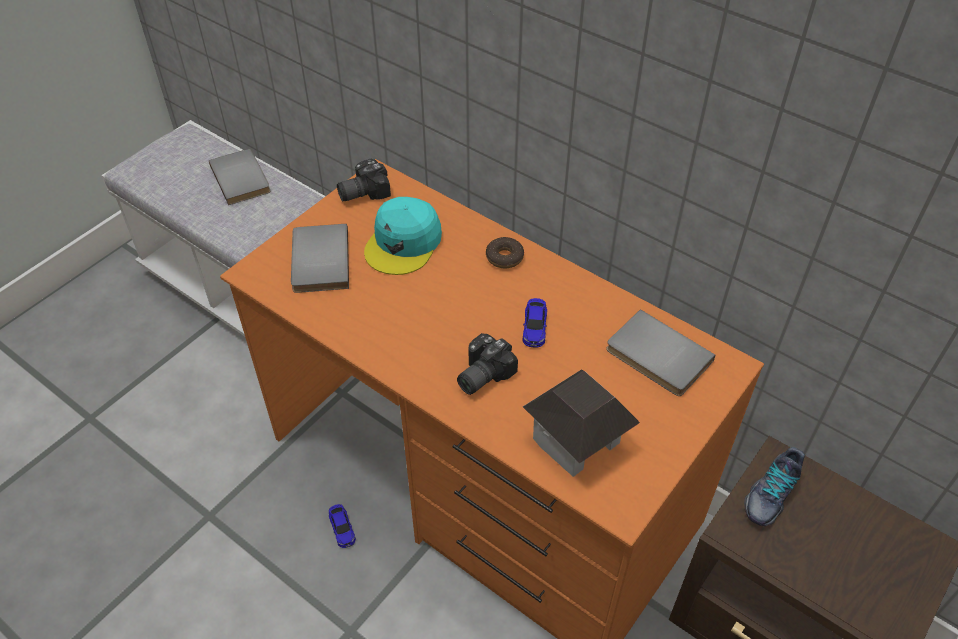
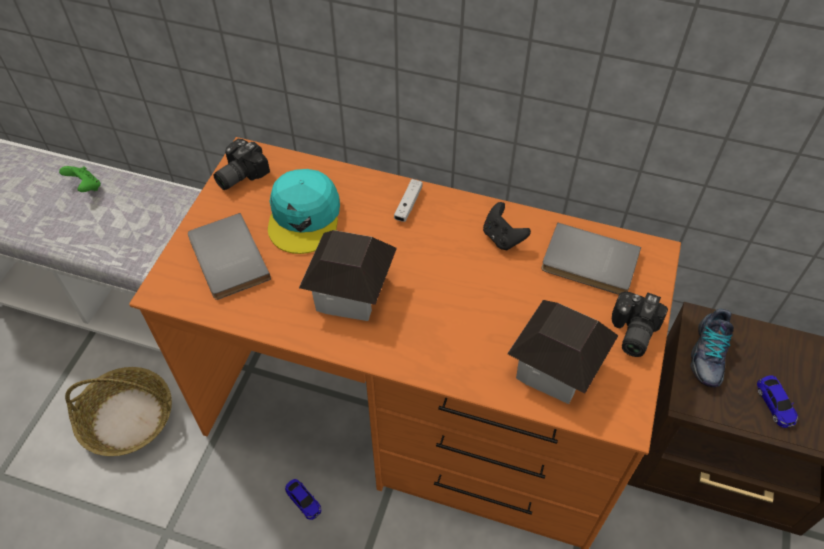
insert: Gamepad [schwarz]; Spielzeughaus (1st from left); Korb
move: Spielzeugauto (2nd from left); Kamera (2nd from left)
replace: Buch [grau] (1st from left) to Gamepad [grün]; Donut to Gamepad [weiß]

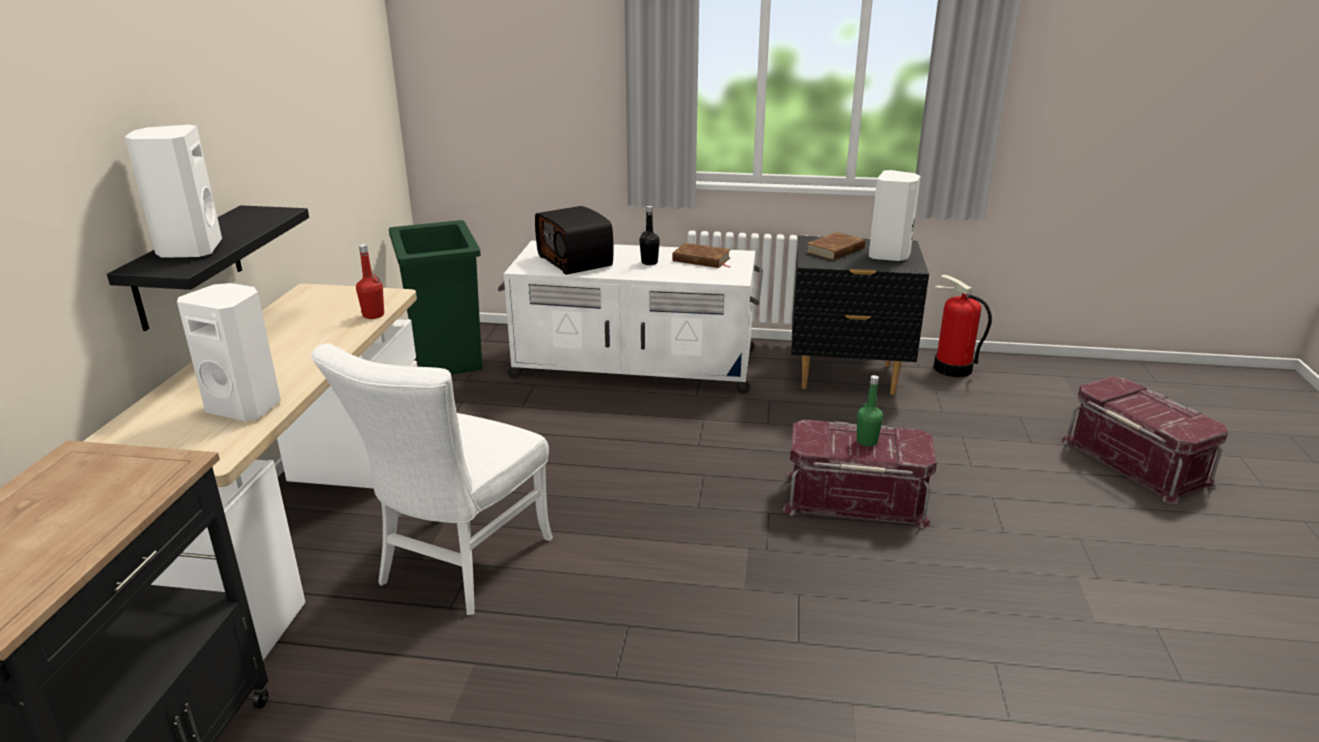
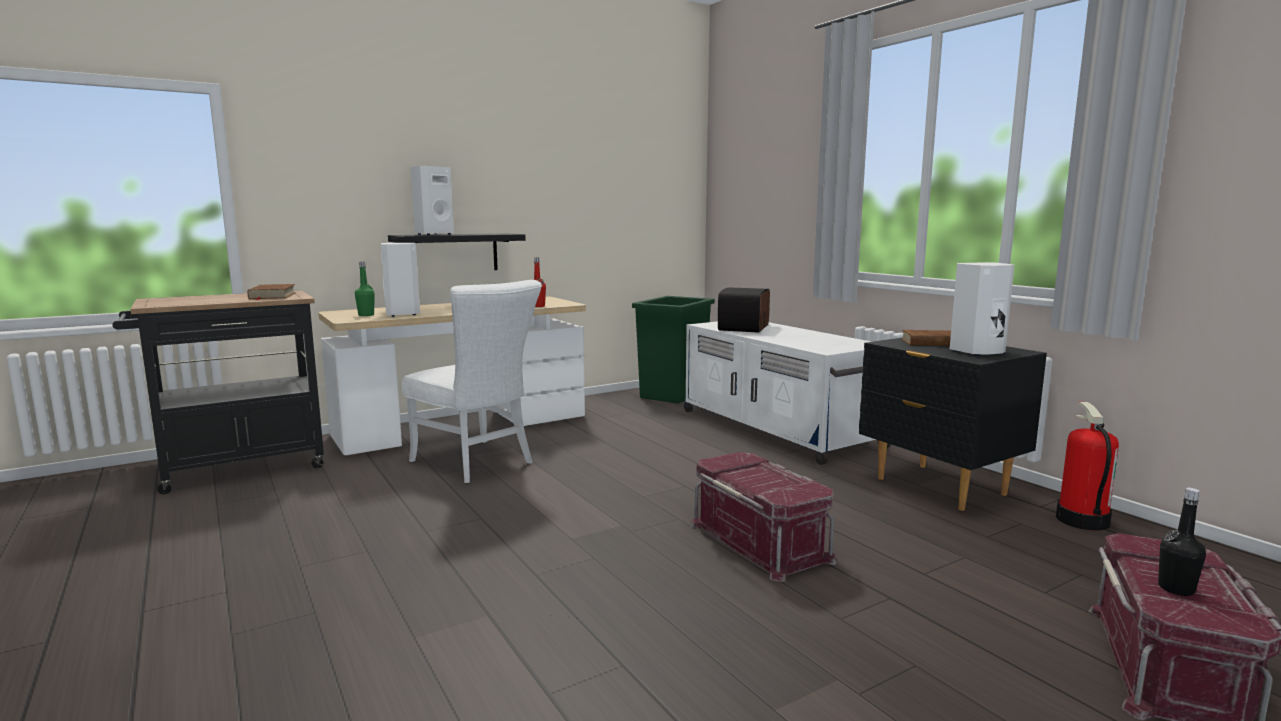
move: Flasche [schwarz]; Buch [braun] (1st from left); Flasche [grün]
rotate: Stuhl [weiß] 120 degrees counterclockwise

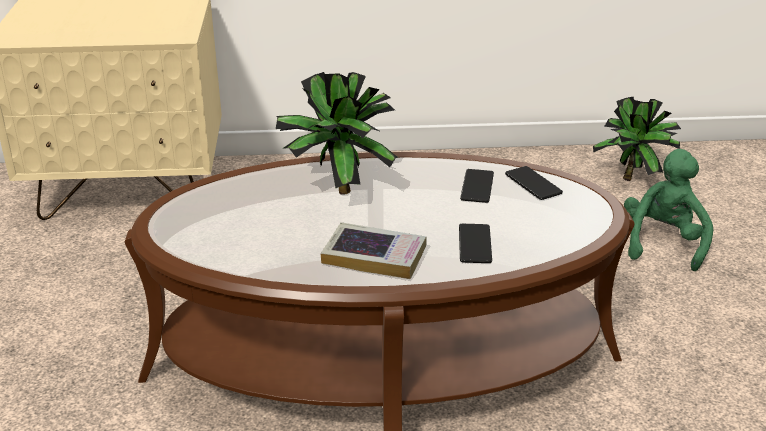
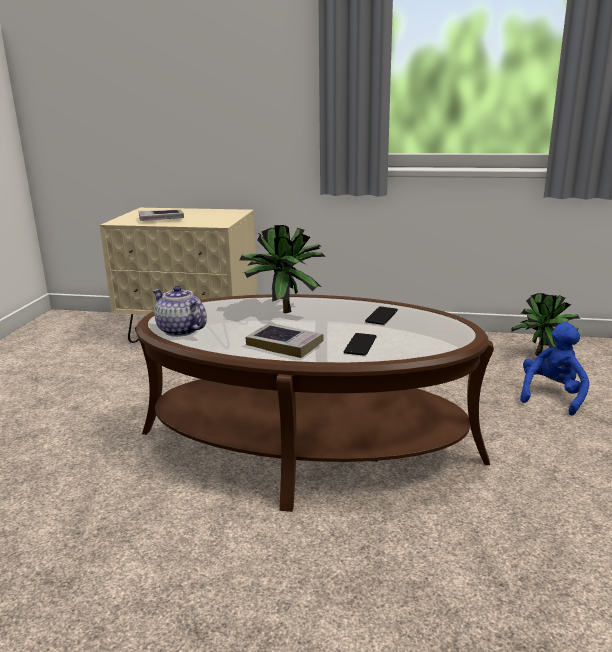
delete: Handy (3rd from left)
insert: Buch (1st from left); Teekanne
recolor: Plüschtier [grün] to Plüschtier [blau]

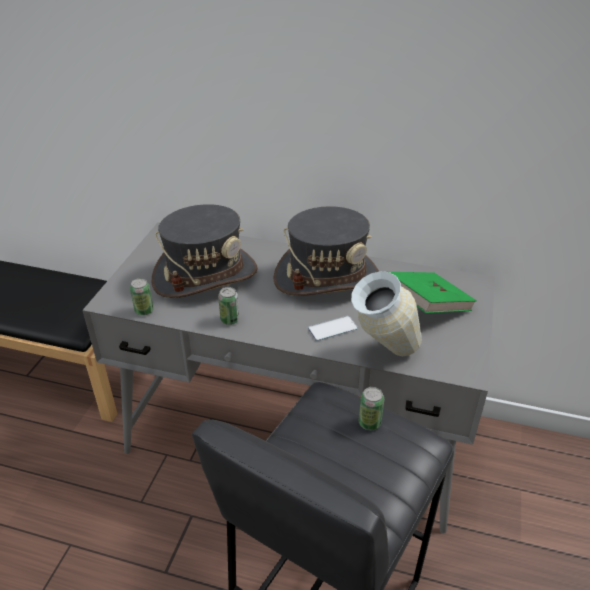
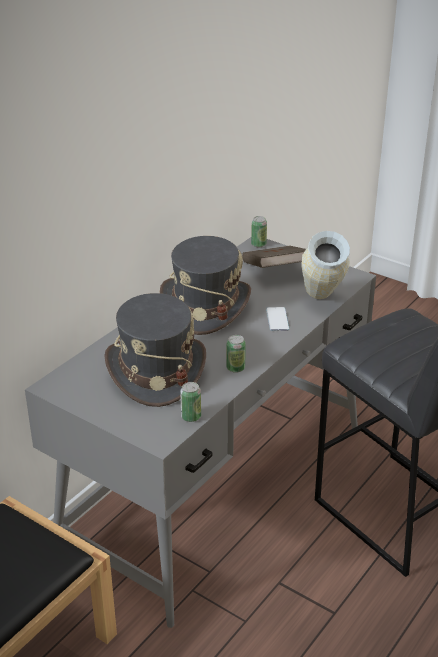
move: Dose (3rd from left)
recolor: Buch [grün] to Buch [braun]

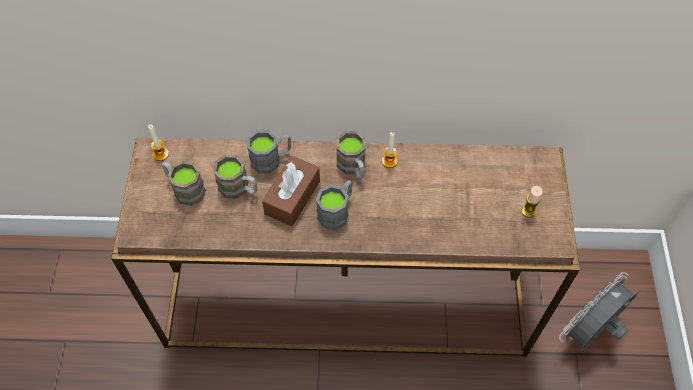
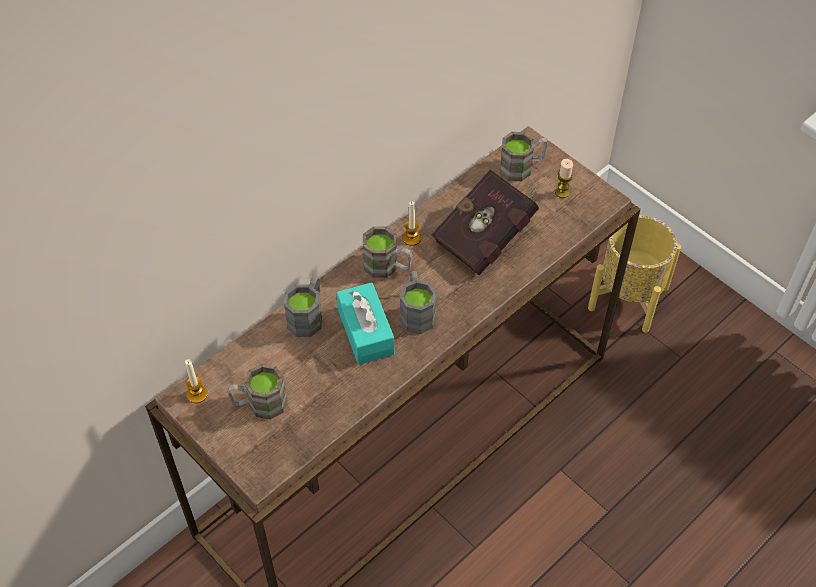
insert: Buch [rot]
move: Henkelbecher [braun] (2nd from left in the first image) to Henkelbecher [braun] (3rd from left)
replace: Ventilator [grau] to Pflanzkübel [gelb]
recolor: Taschentuchbox [braun] to Taschentuchbox [türkis]

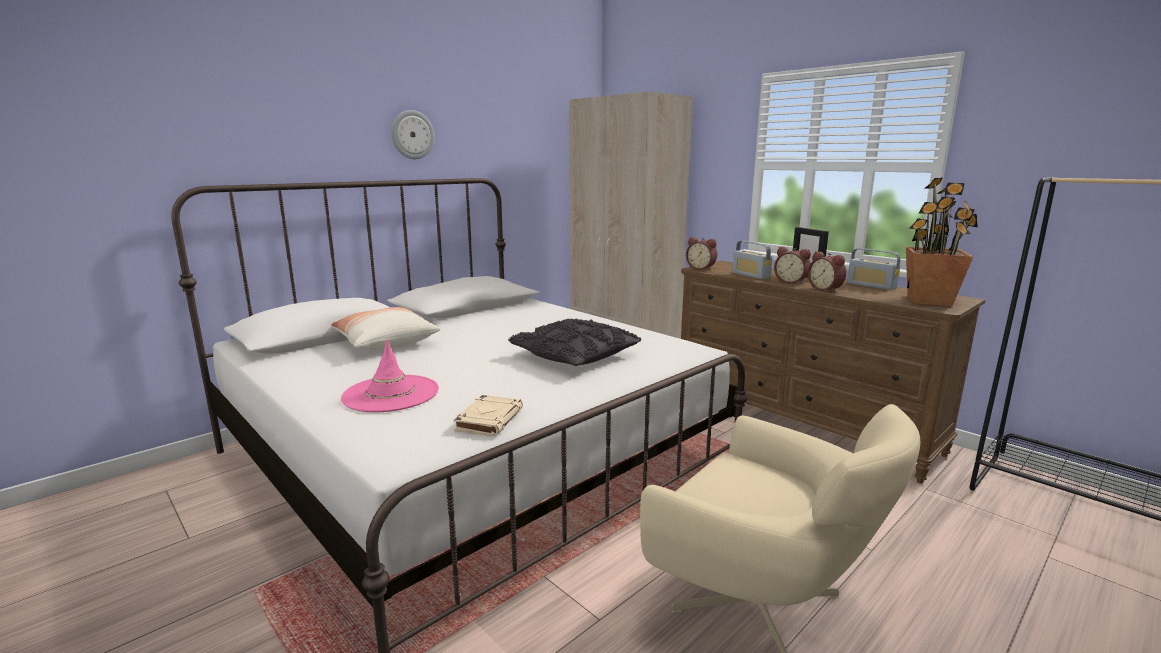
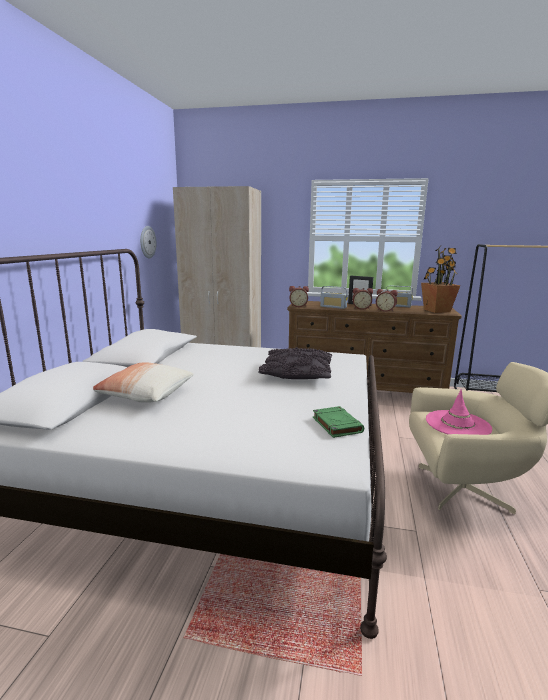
move: Wanduhr; Hut [rosa]
recolor: Buch [beige] to Buch [grün]

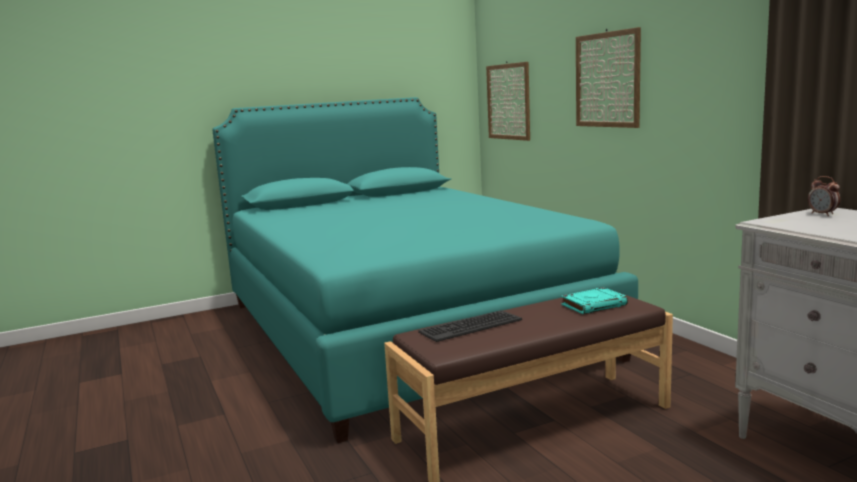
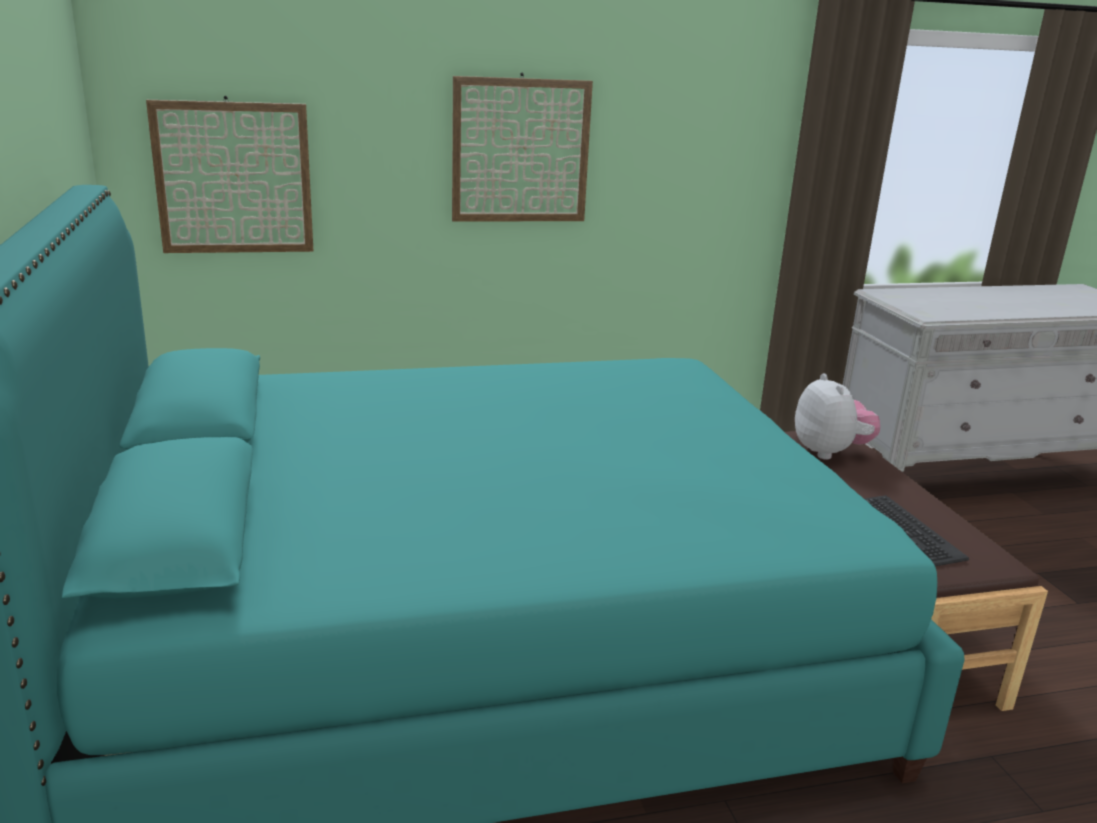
delete: Wecker
replace: Buch [türkis] to Plüschtier

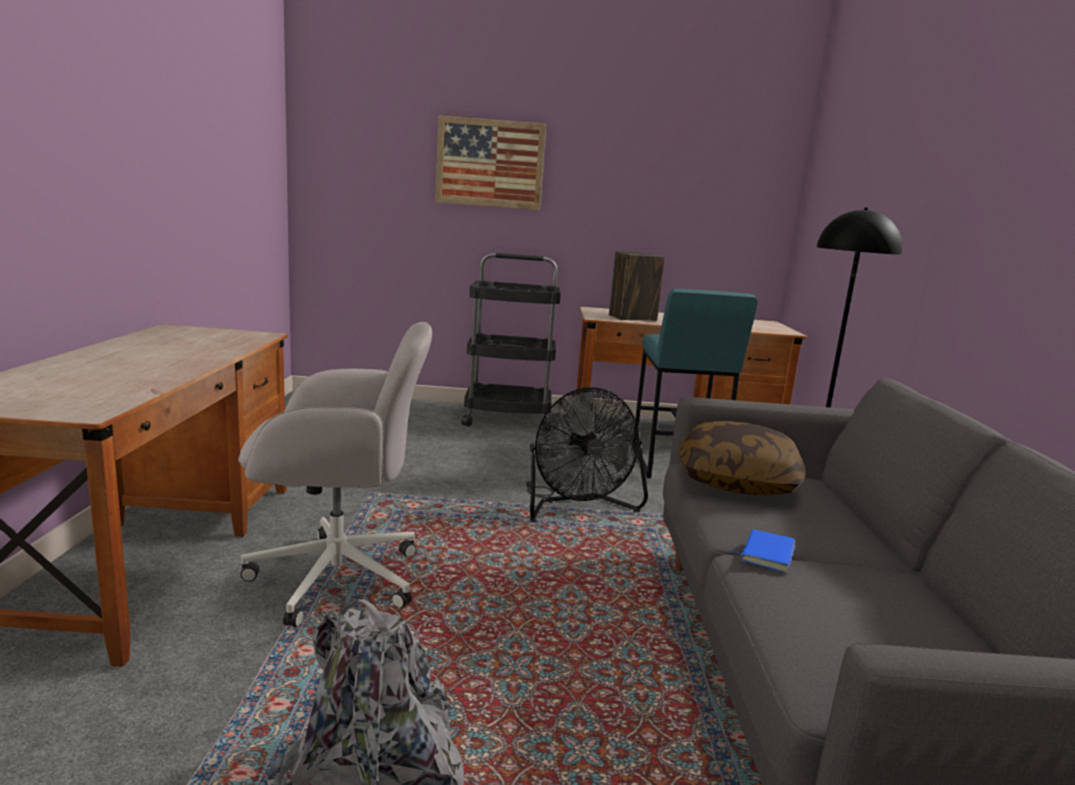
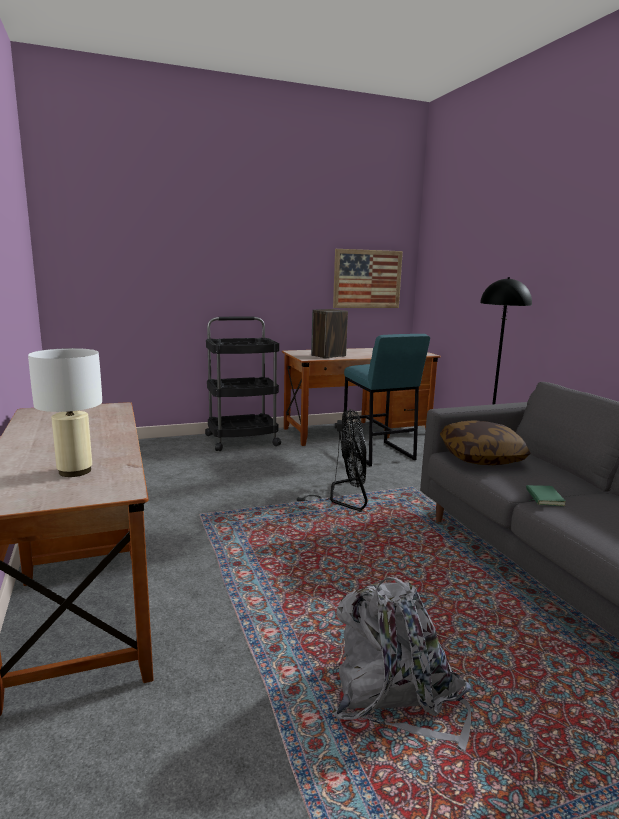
delete: Bürostuhl [grau]
insert: Tischlampe [weiß]
move: Bild
recolor: Buch [blau] to Buch [grün]
rotate: Ventilator [schwarz] 45 degrees counterclockwise

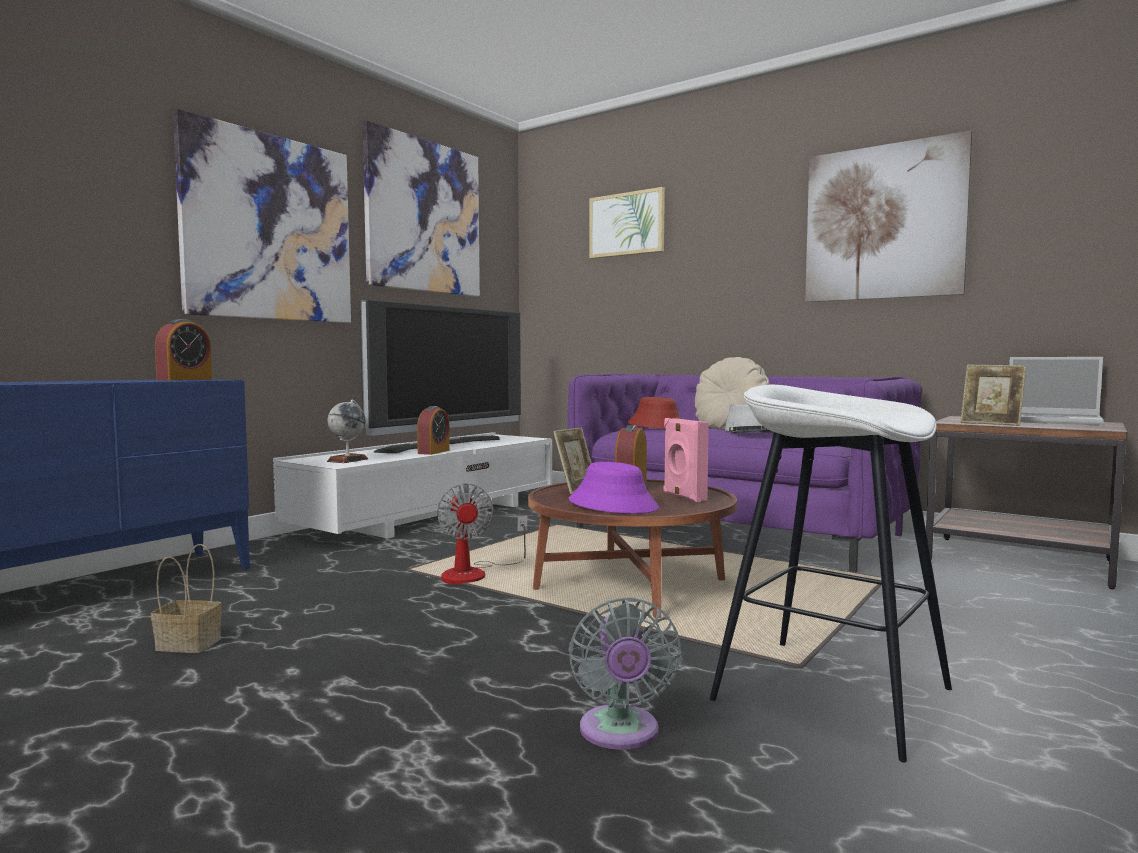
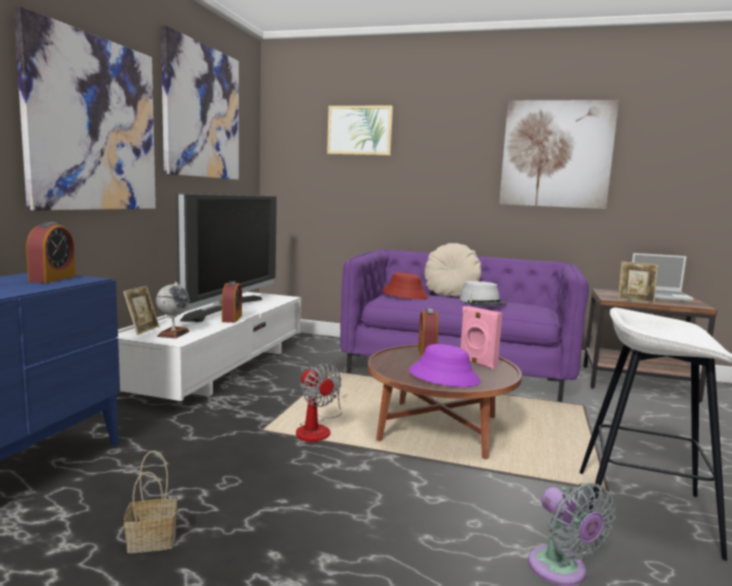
move: Bilderrahmen (1st from left)

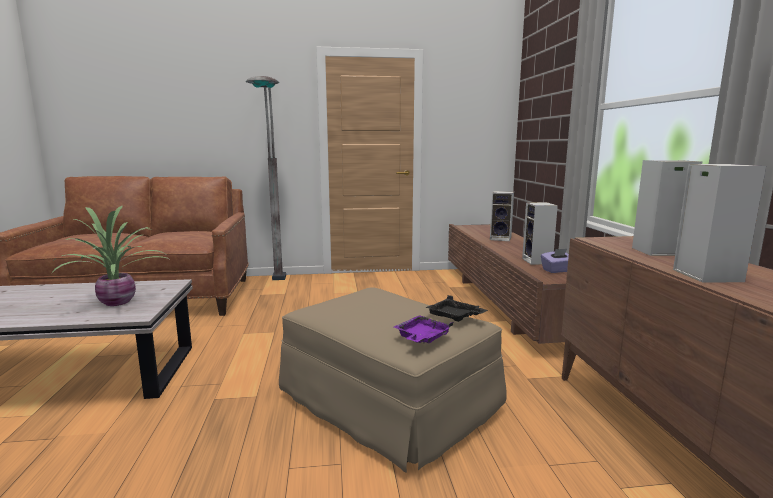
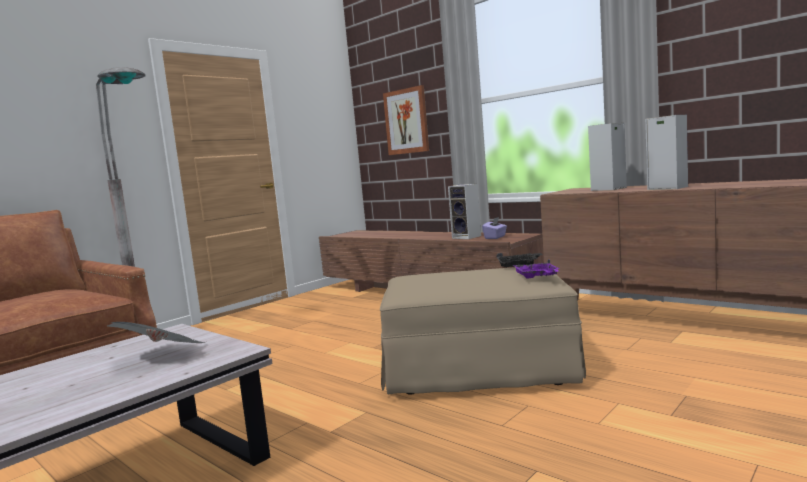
delete: Lautsprecher (1st from left)
insert: Bild
replace: Topfpflanze to Zeitung

